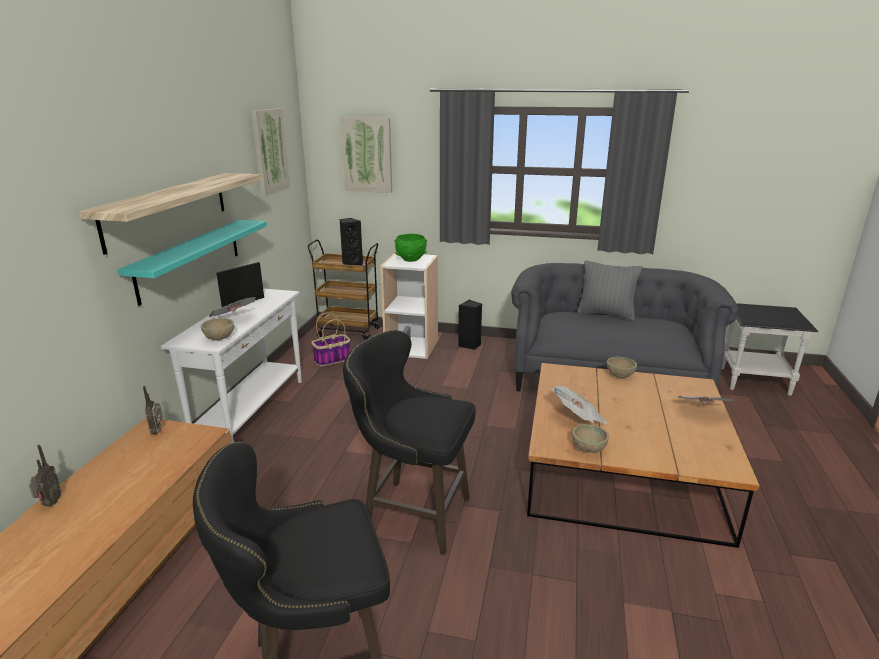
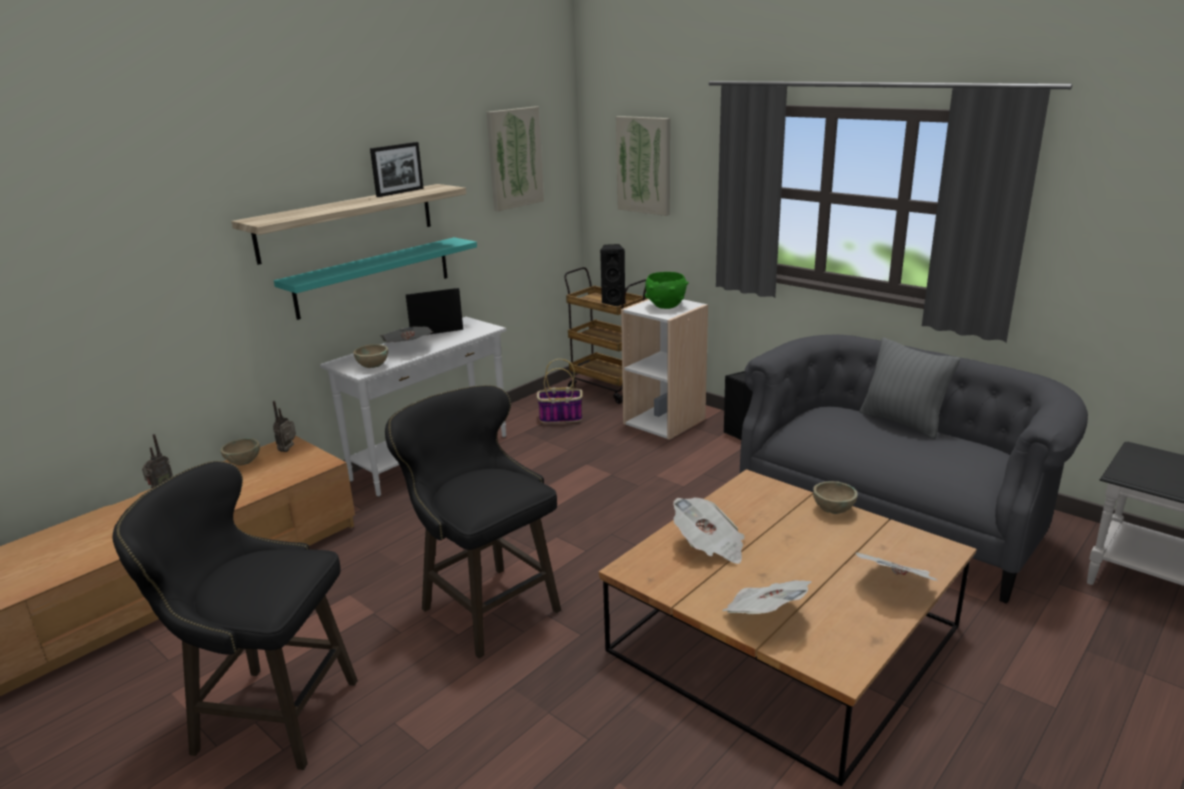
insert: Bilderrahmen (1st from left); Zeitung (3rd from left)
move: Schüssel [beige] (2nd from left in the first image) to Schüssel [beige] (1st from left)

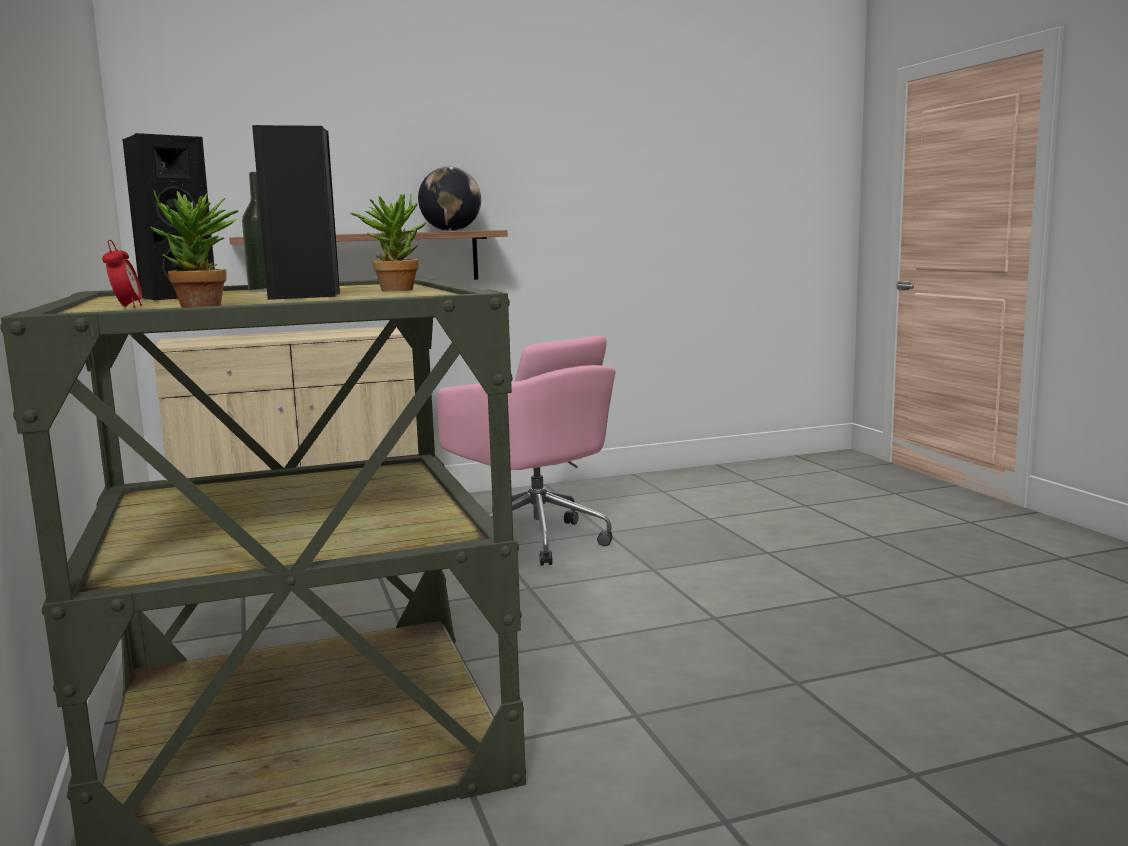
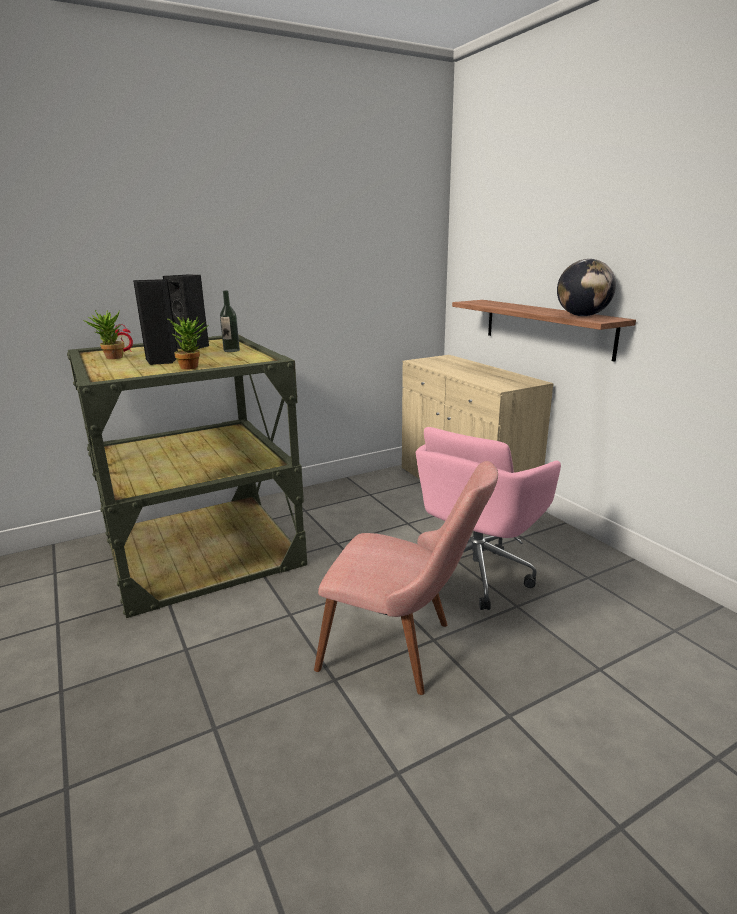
insert: Stuhl [rosa]

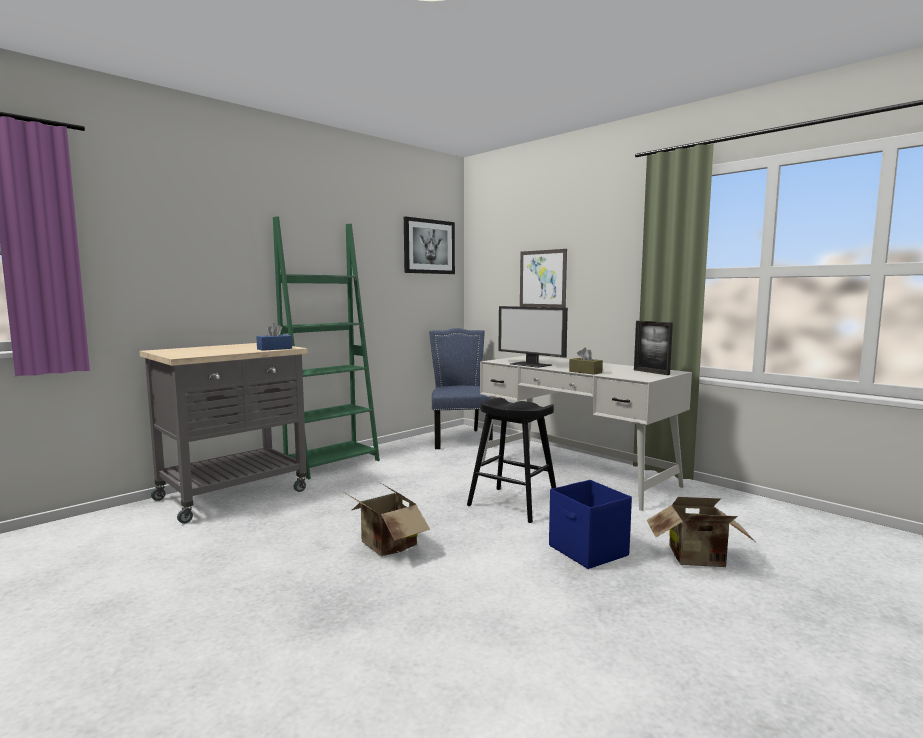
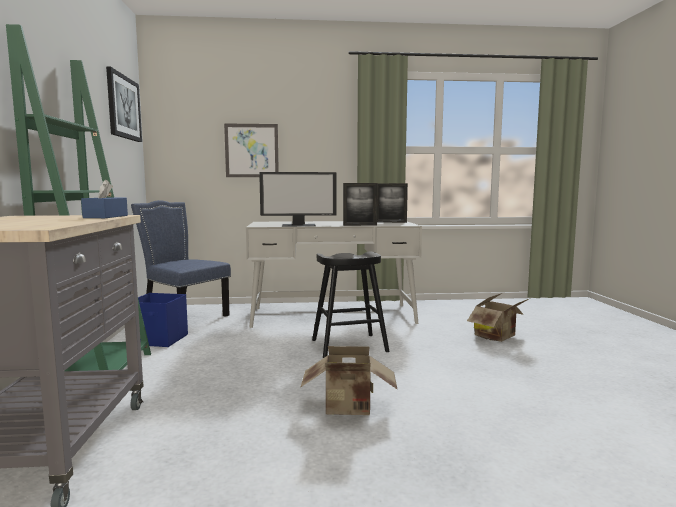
move: Aufbewahrungsbox [blau]
replace: Taschentuchbox [braun] to Bilderrahmen (1st from left)

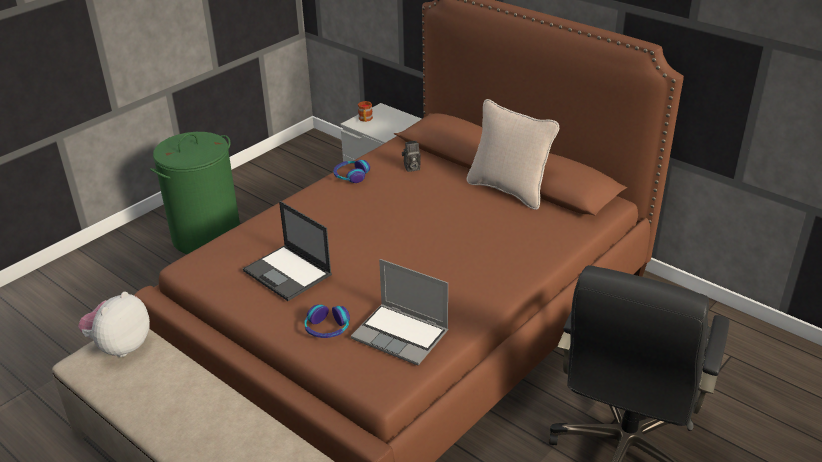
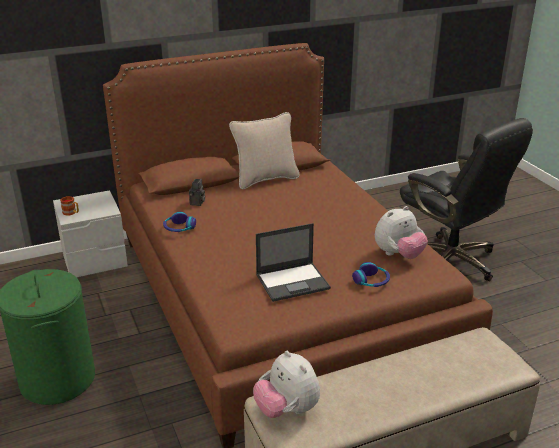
replace: Laptop (2nd from left) to Plüschtier (2nd from left)

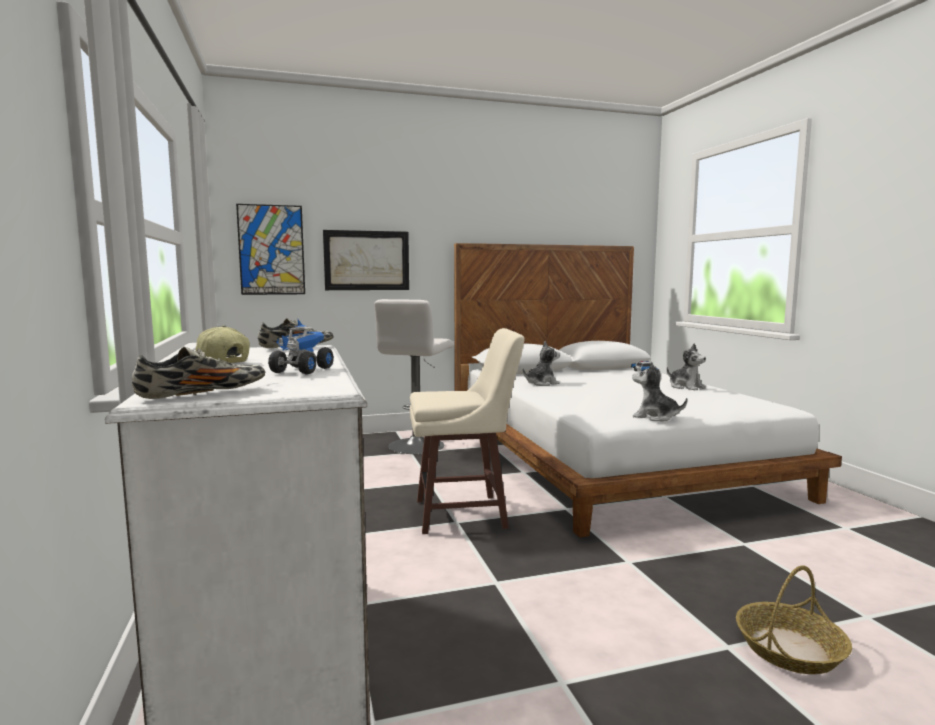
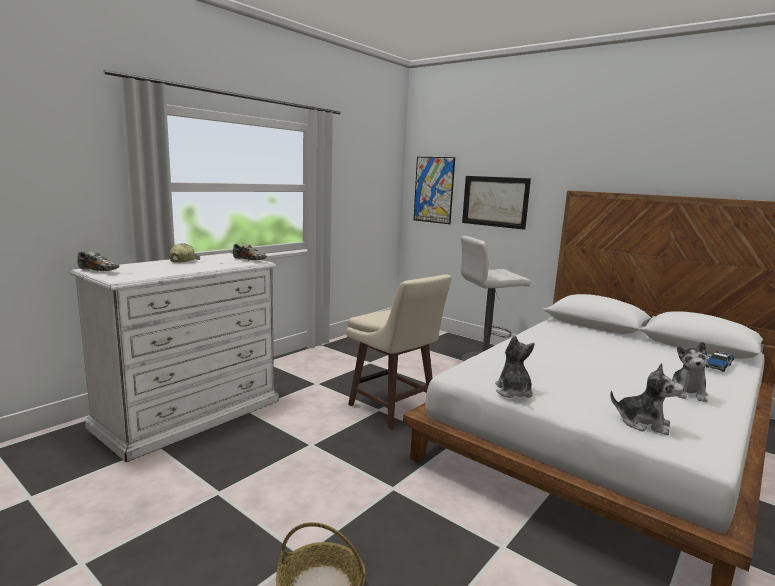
delete: Spielzeuglaster
move: Plüschtier (1st from left in the first image) to Plüschtier (2nd from left)

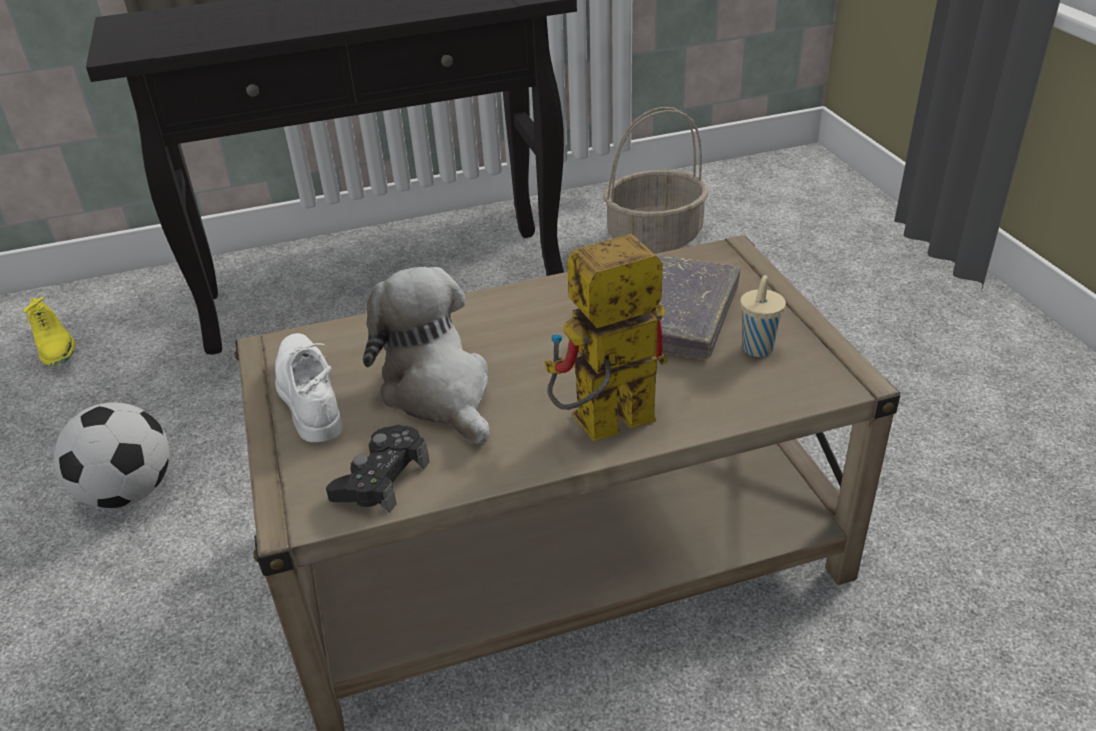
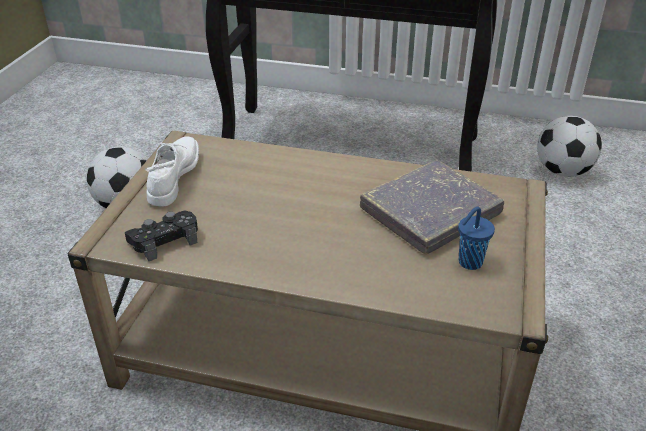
delete: Spielzeugroboter; Plüschtier; Schuh [gelb]
replace: Korb to Fußball (2nd from left)
recolor: Tasse [beige] to Tasse [blau]

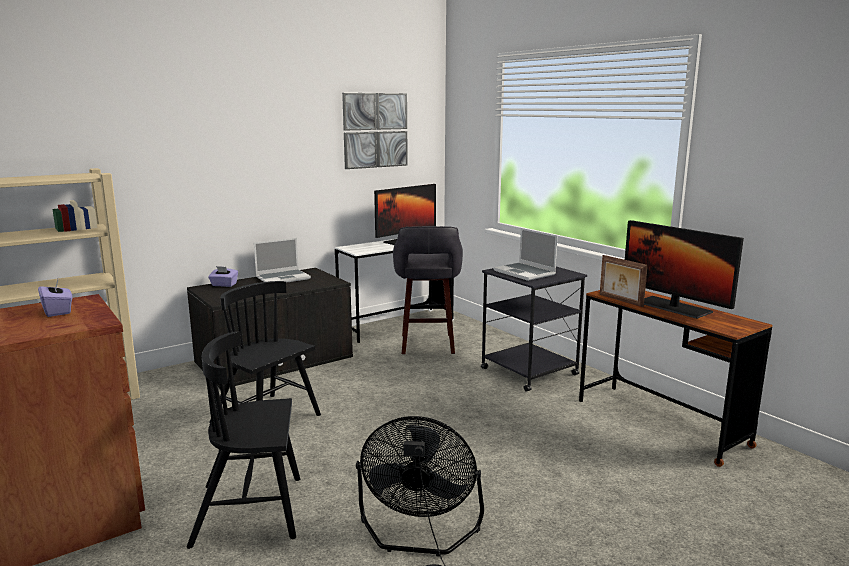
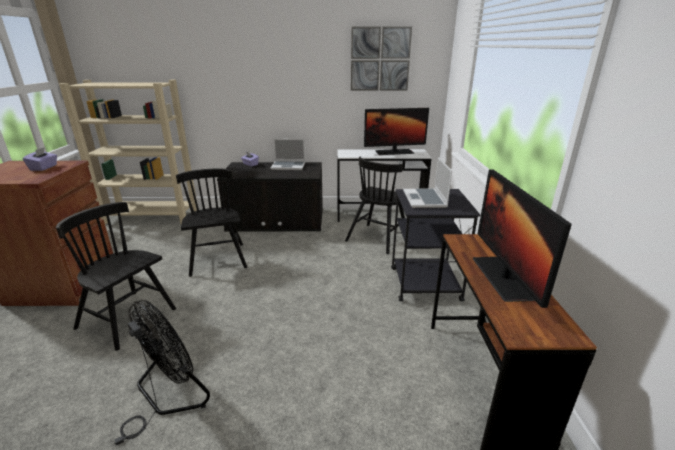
delete: Bilderrahmen
replace: Hocker [grau] to Stuhl [schwarz] (3rd from left)

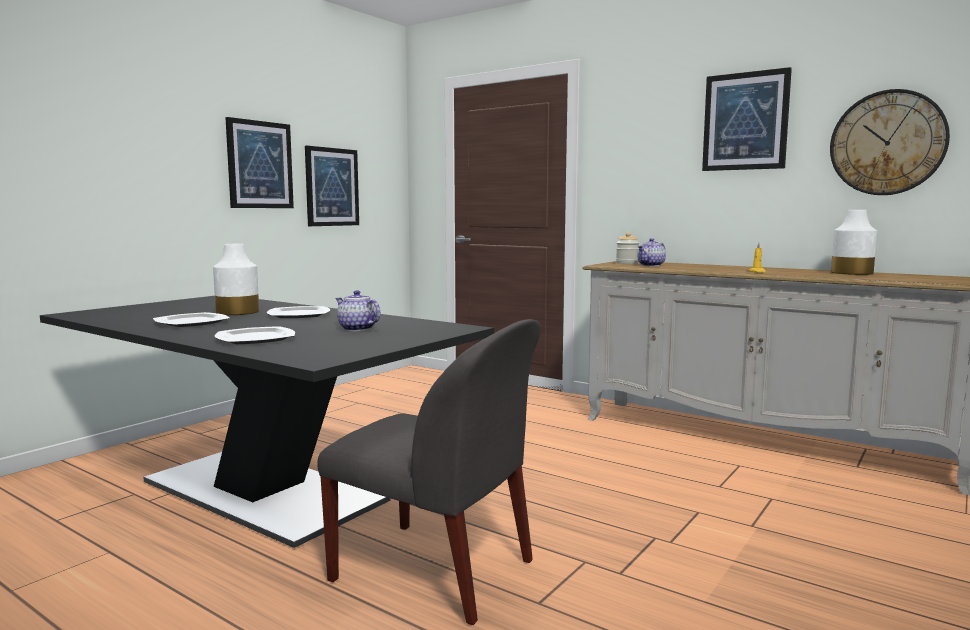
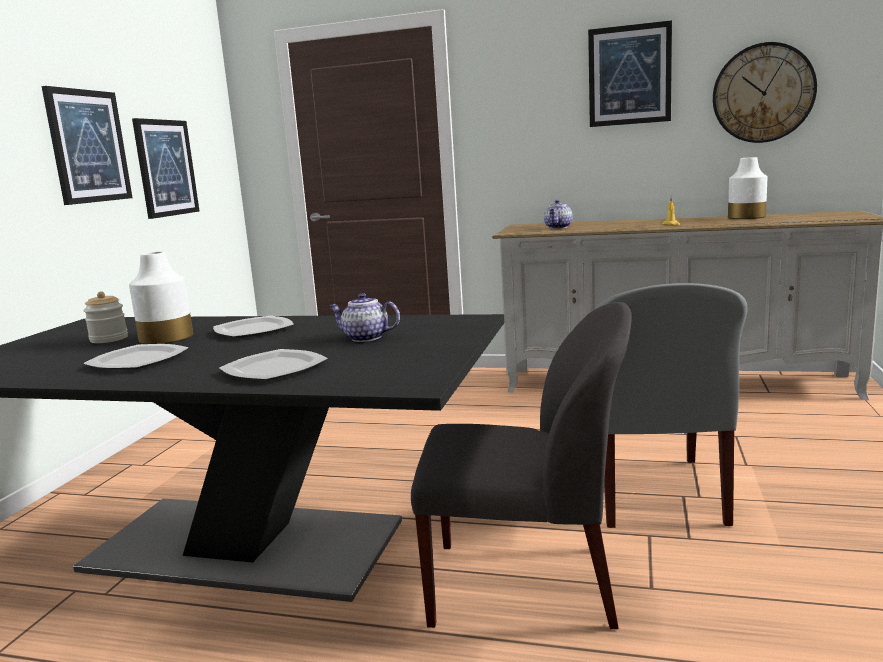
insert: Stuhl [grau] (2nd from left)
move: Vorratsglas

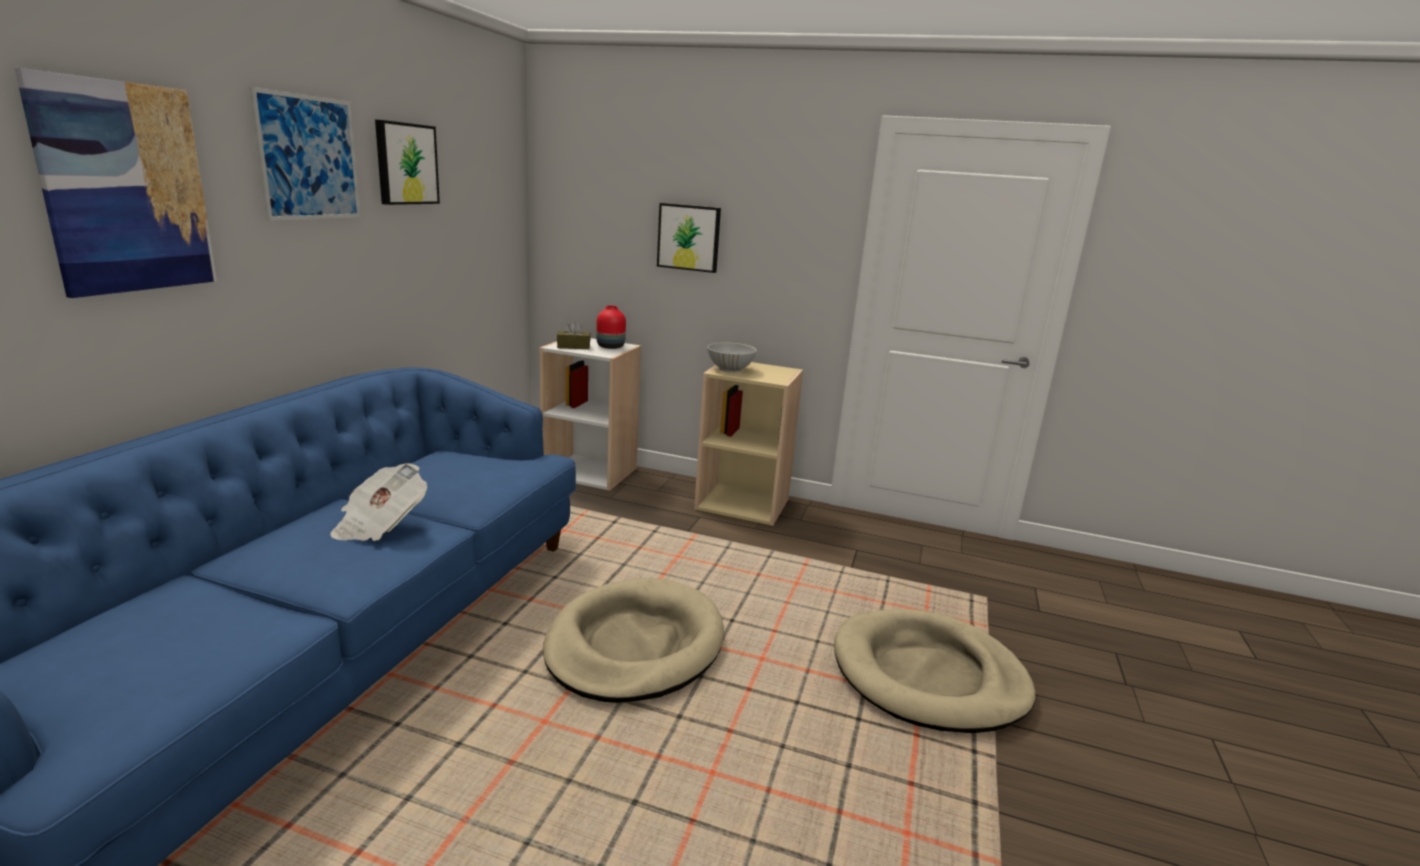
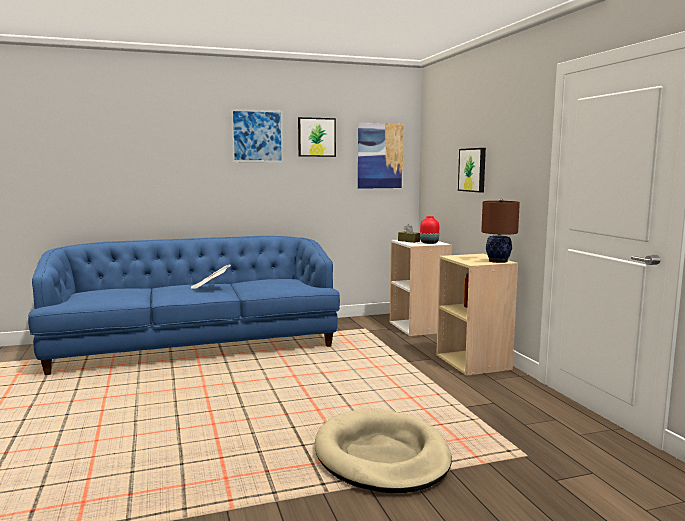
delete: Schüssel [weiß]; Hundebett [beige] (1st from left)
insert: Tischlampe [braun]
move: Bild (1st from left in the first image) to Bild (3rd from left)

